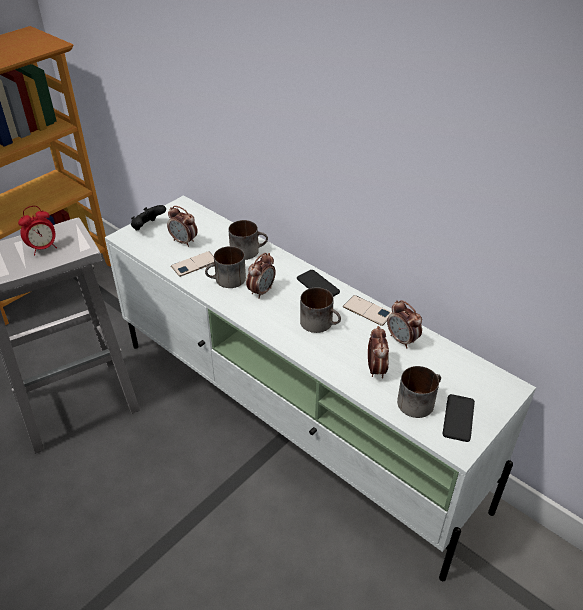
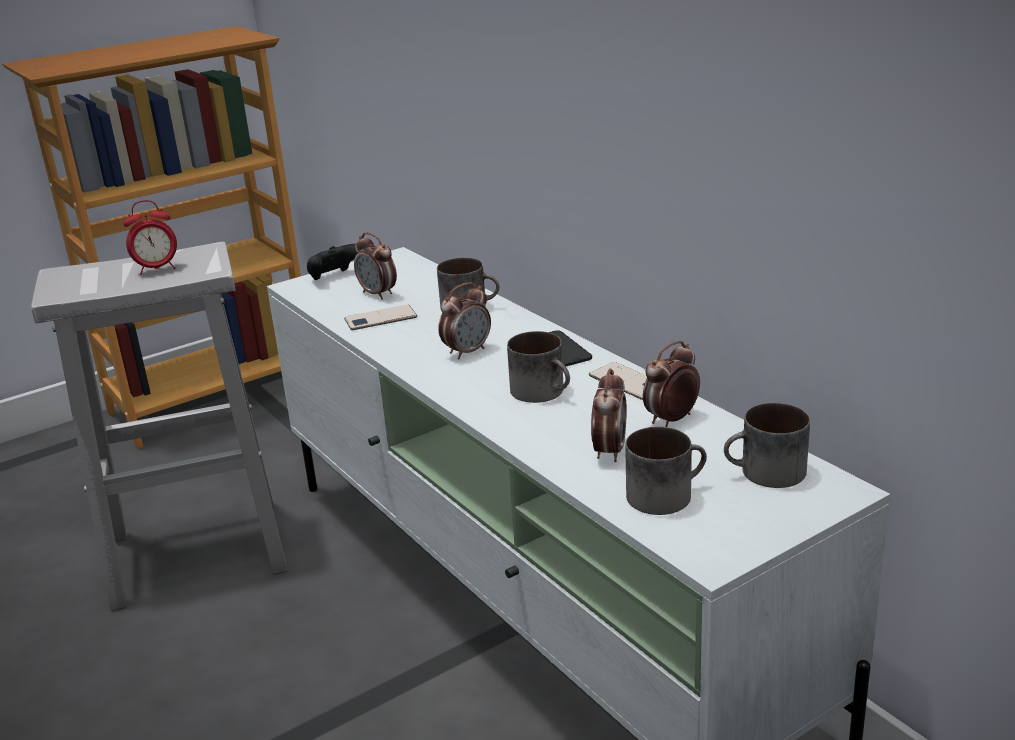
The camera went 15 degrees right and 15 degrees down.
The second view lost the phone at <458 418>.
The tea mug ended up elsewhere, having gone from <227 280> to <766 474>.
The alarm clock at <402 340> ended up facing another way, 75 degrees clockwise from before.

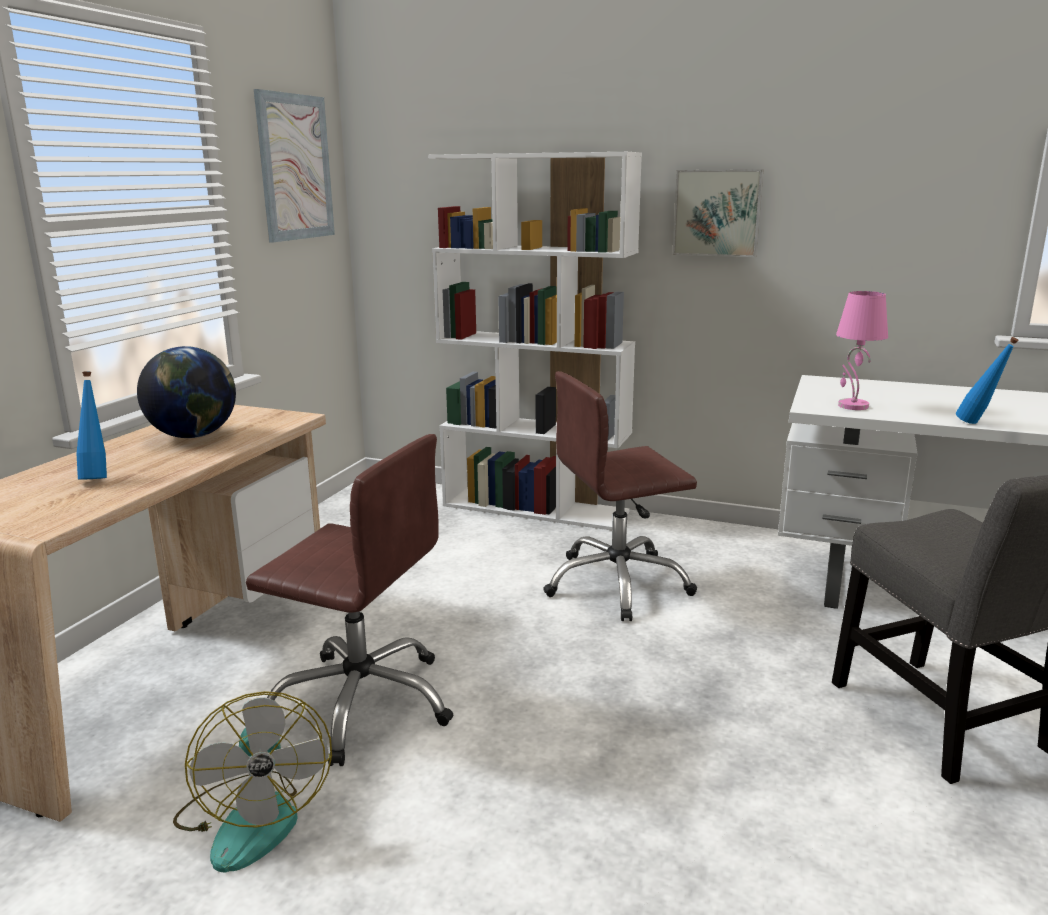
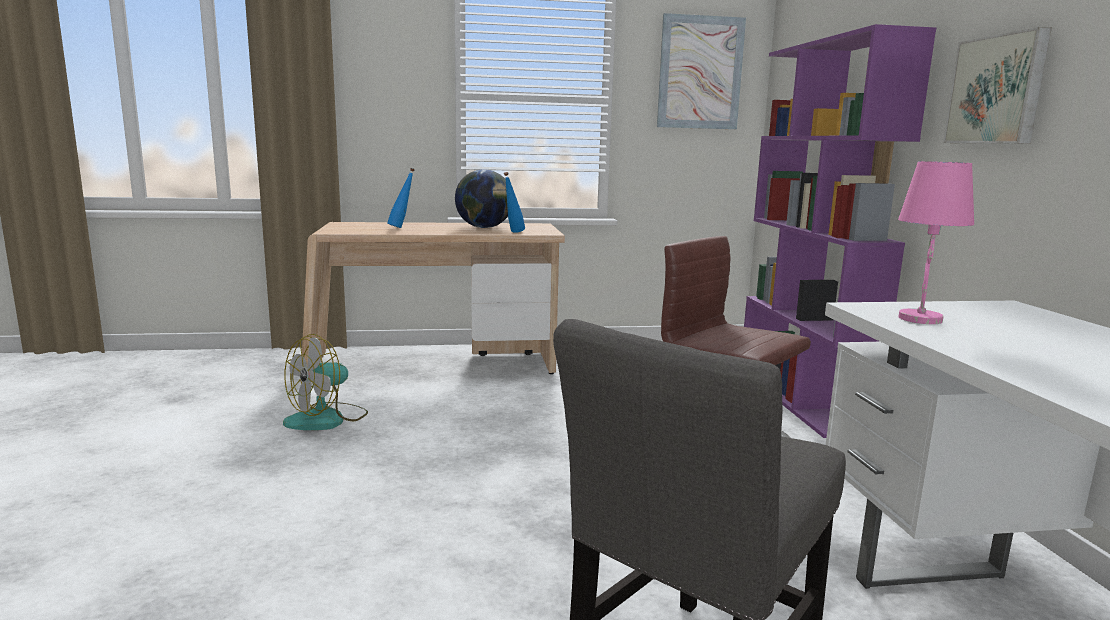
The camera went 60 degrees right and 5 degrees down.
The second view lost the desk chair in brown at <362 702>.
The drink bottle in blue ended up elsewhere, having gone from <978 424> to <513 232>.
What was the bookcase in whitish at <536 508> turned into the bookcase in purple at <801 399>.

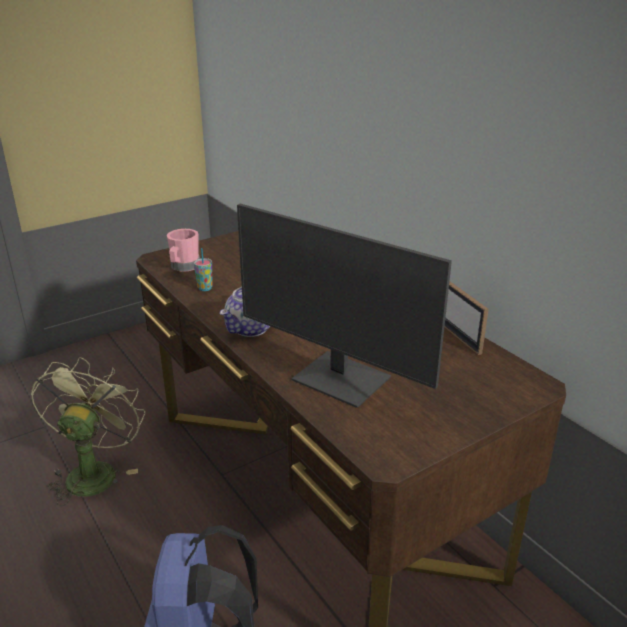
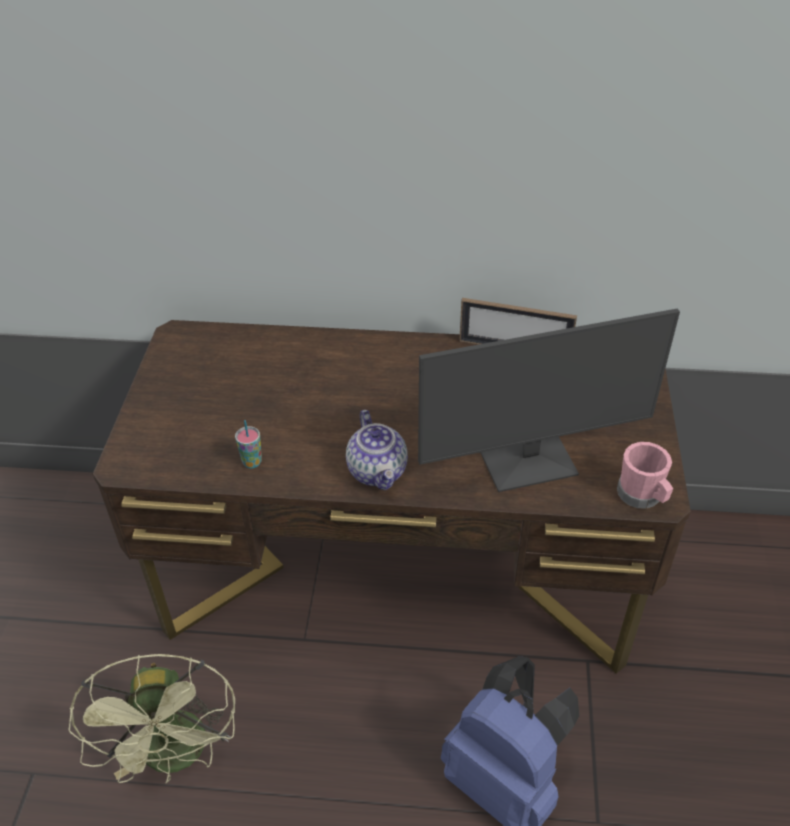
The camera went 50 degrees left and 15 degrees up.
The tea mug in pink ended up elsewhere, having gone from <183 267> to <642 496>.
The fan in green-coloured at <94 471> ended up facing another way, 150 degrees counterclockwise from before.

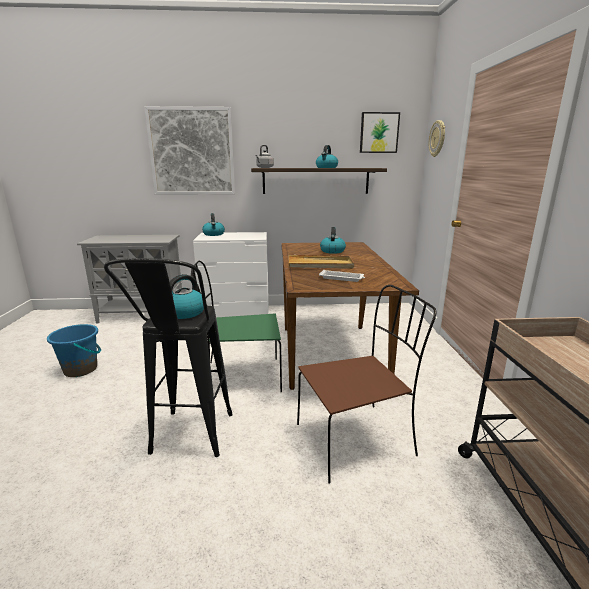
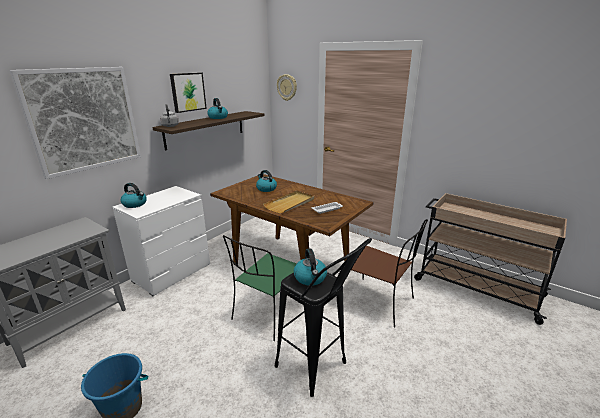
The camera went 50 degrees left and 5 degrees up.
The wall art ended up elsewhere, having gone from <379 133> to <187 92>.
The upright chair in brown at <356 439> ended up facing another way, 105 degrees clockwise from before.

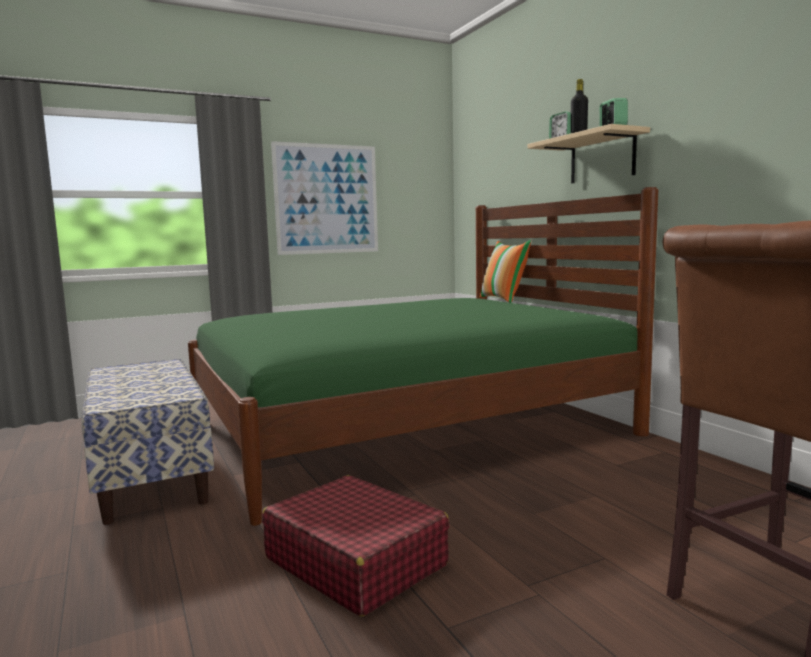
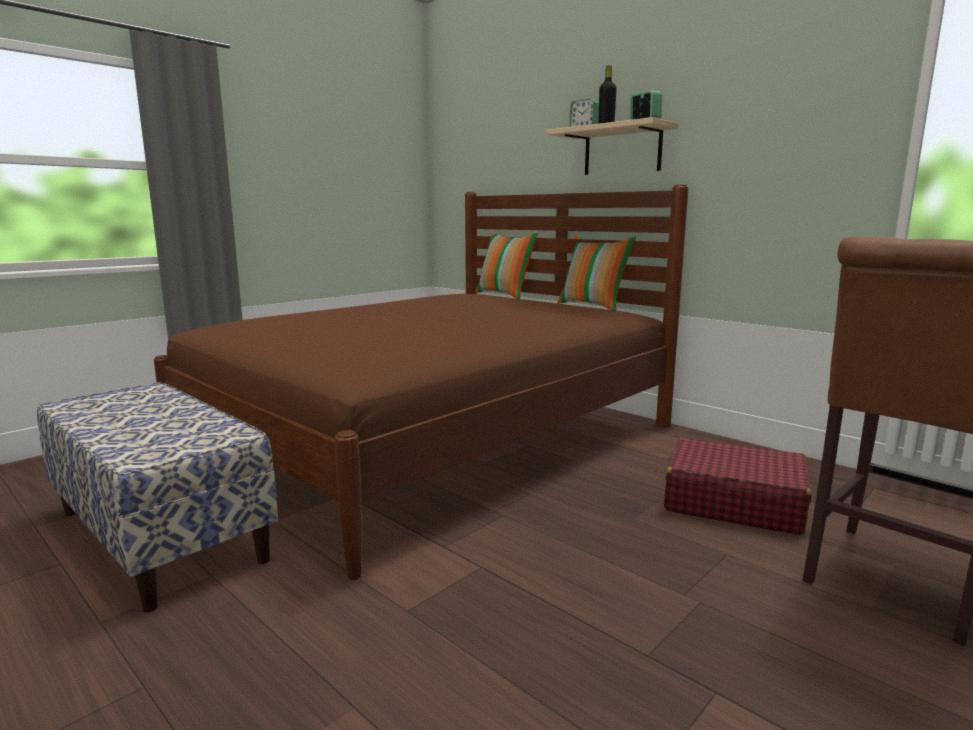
The camera went 20 degrees left and 5 degrees up.
The second view lost the wall art at <327 199>.
The second view gained the throw pillow at <593 306>.
The travel case in reddish ended up elsewhere, having gone from <355 561> to <733 502>.
What was the bed in green-coloured at <406 427> turned into the bed in brown at <435 440>.

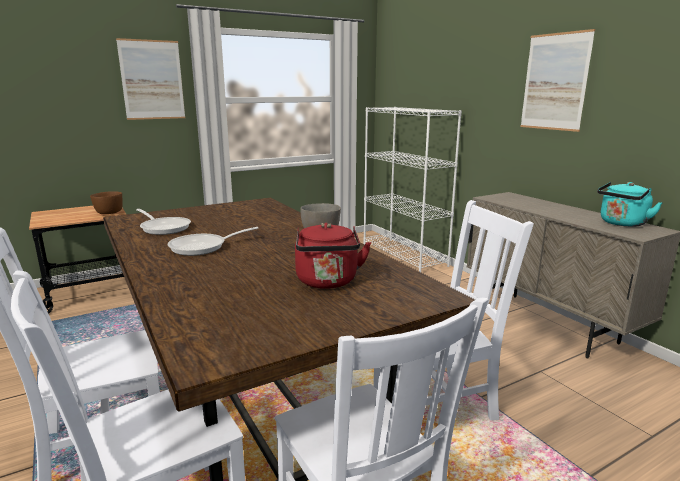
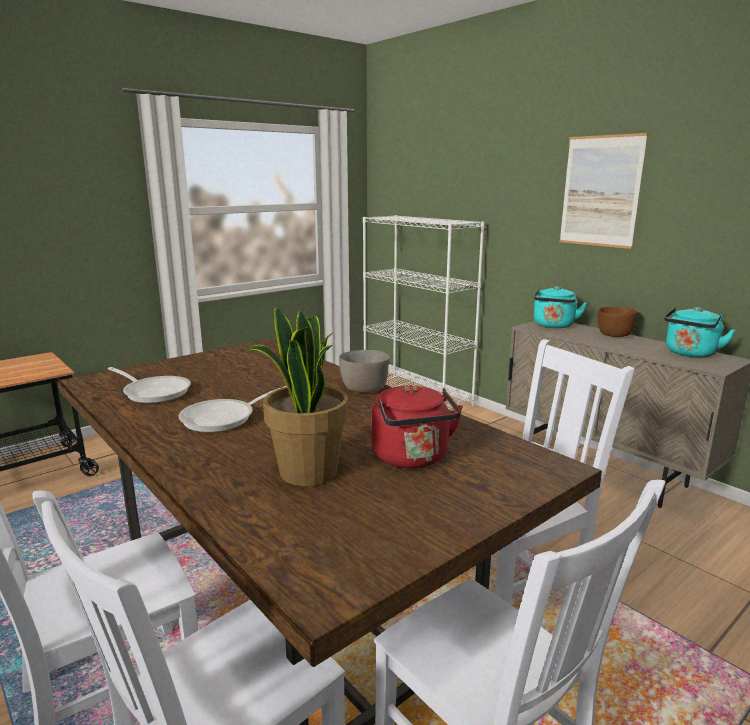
The camera went 10 degrees left and 0 degrees up.
The second view lost the wall art at <152 80>.
The second view gained the houseplant at <307 472>.
The second view gained the kettle in blue-green at <553 326>.
The serving bowl in brown ended up elsewhere, having gone from <108 213> to <614 335>.

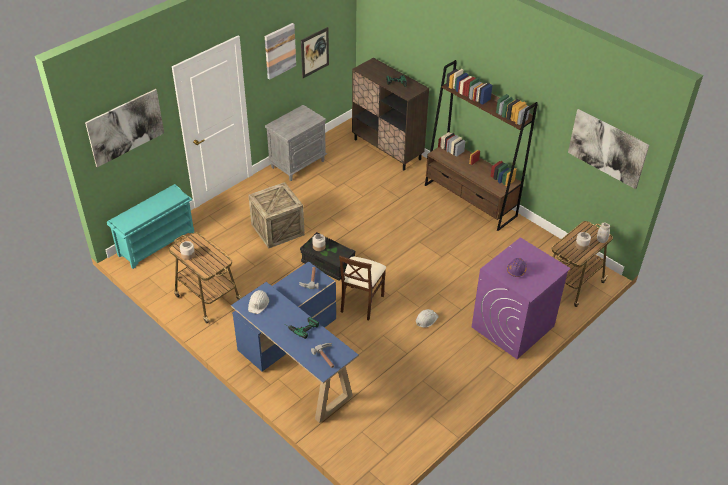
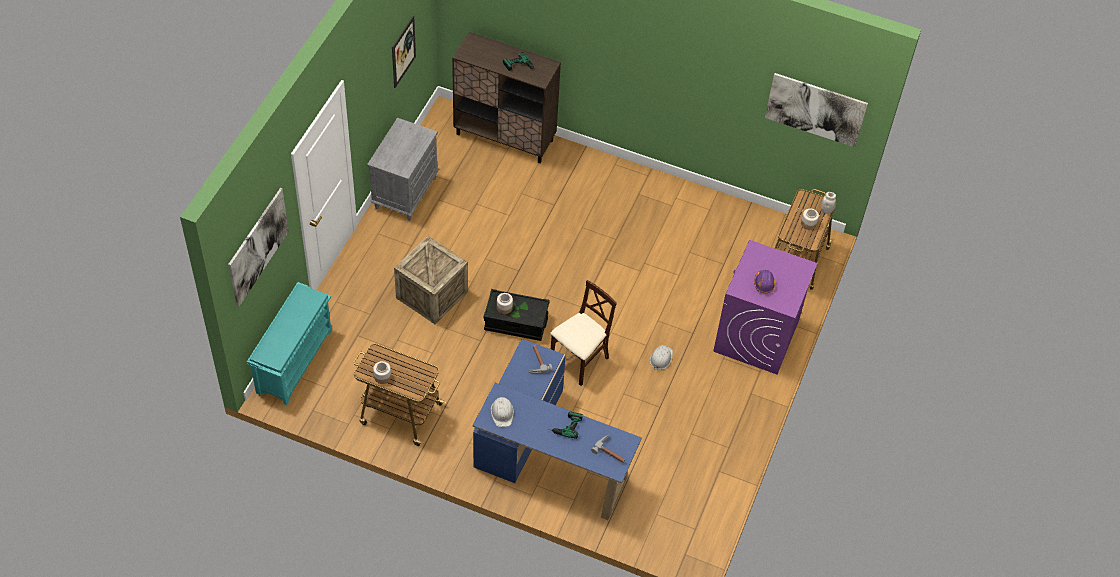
The camera went 25 degrees left and 10 degrees up.
The second view lost the wall art at <279 50>.
The second view lost the bookcase in brown at <470 200>.
The upright chair in beige at <361 302> ended up facing another way, 135 degrees counterclockwise from before.

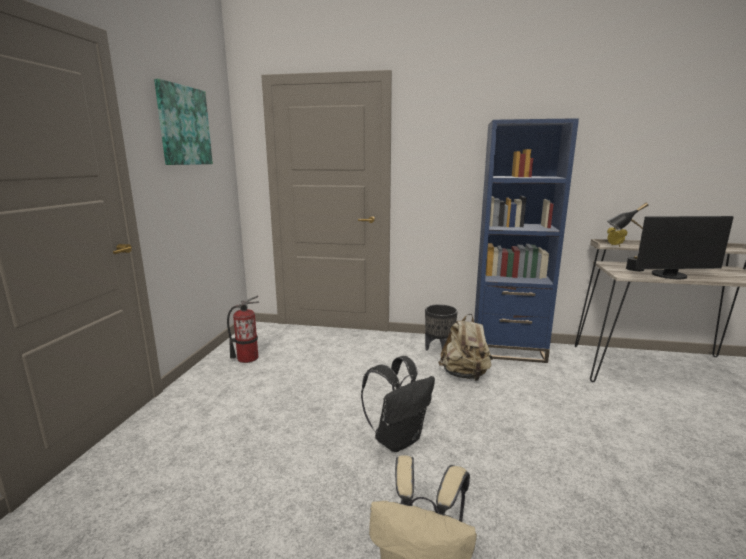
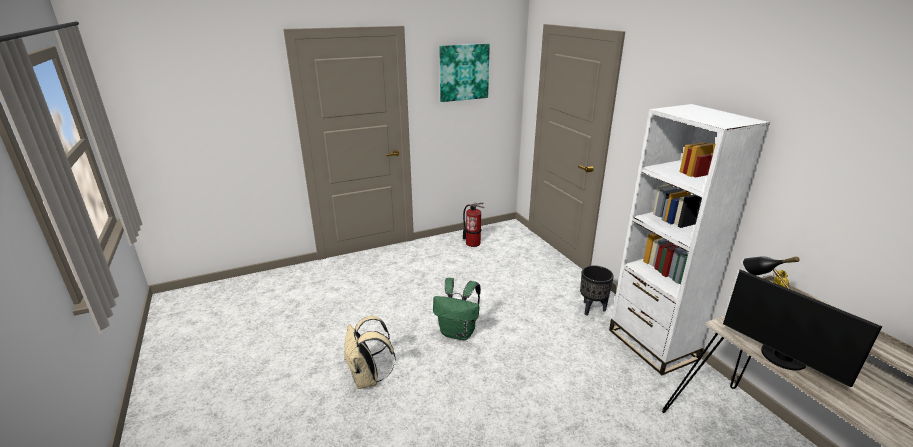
The camera went 55 degrees right and 10 degrees up.
The second view lost the backpack in beige at <465 375>.
What was the backpack in black-coloured at <398 439> turned into the backpack in green-coloured at <458 332>.
What was the bookcase in blue at <508 349> turned into the bookcase in whitish at <652 344>.

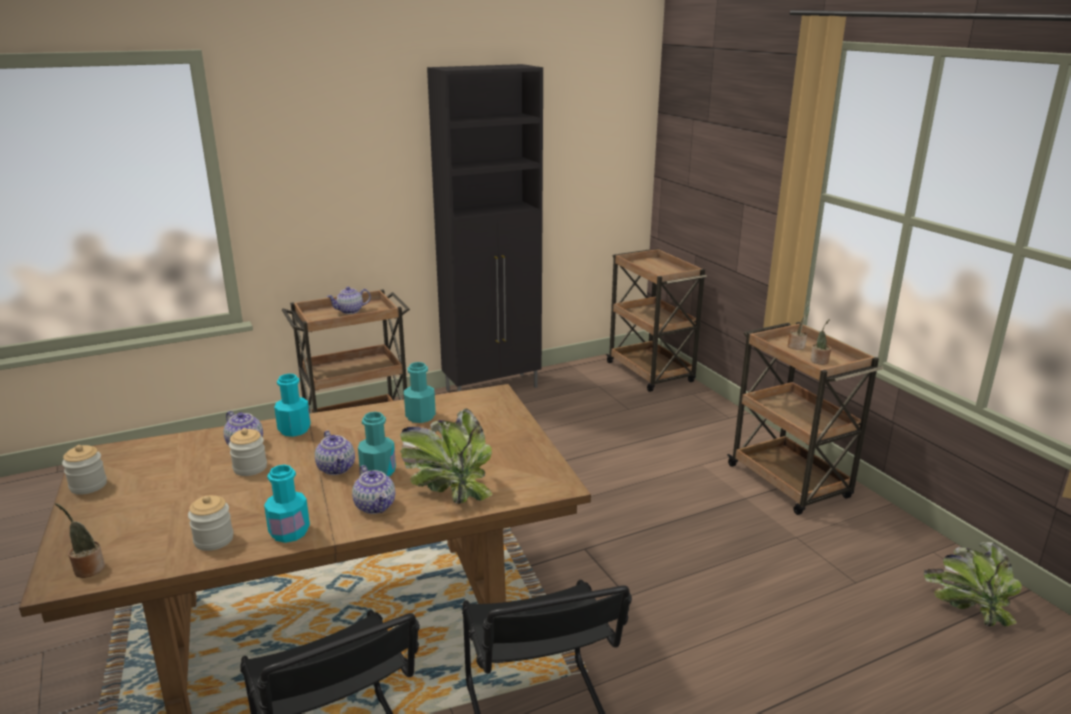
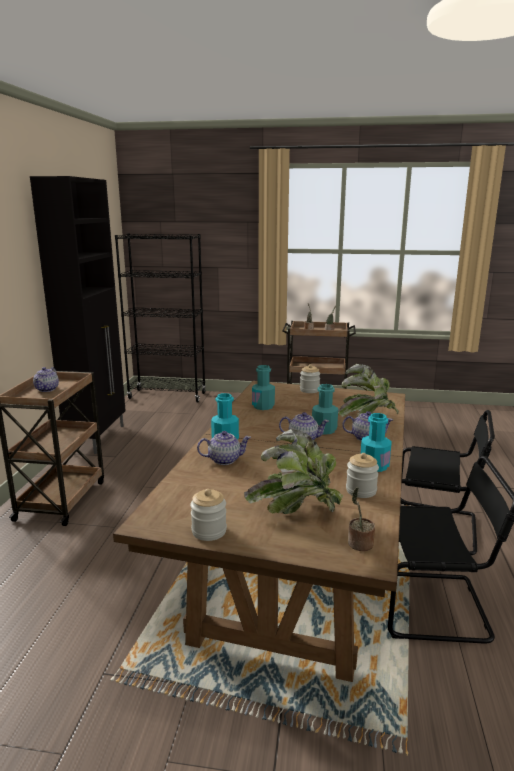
The camera went 55 degrees left and 5 degrees down.
The jar ended up elsewhere, having gone from <250 468> to <309 390>.
The houseplant ended up elsewhere, having gone from <967 608> to <296 508>.
Where the trolley in brown stood at <651 373>, the bookcase in black-coloured came to stand at <167 396>.

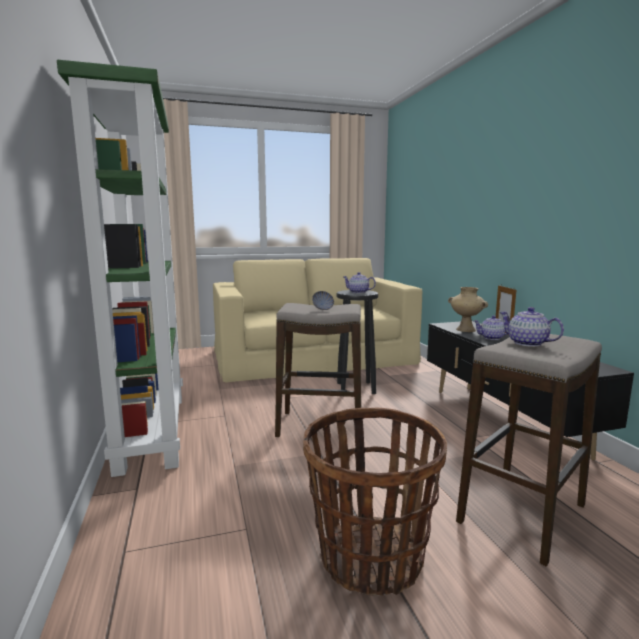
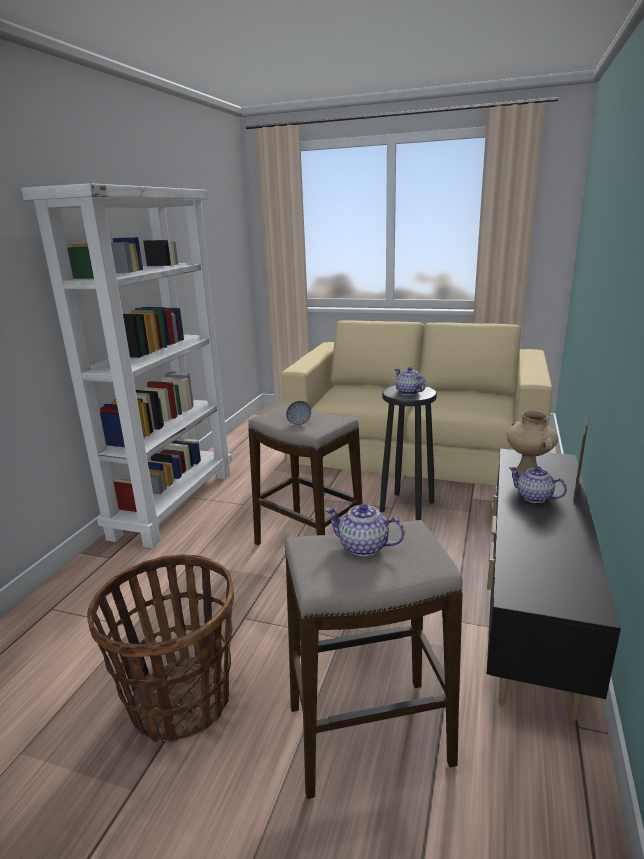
The camera went 35 degrees right and 10 degrees up.
What was the bookcase in green-coloured at <151 430> turned into the bookcase in whitish at <174 503>.
The tea pot at <527 343> ended up facing another way, 60 degrees counterclockwise from before.

